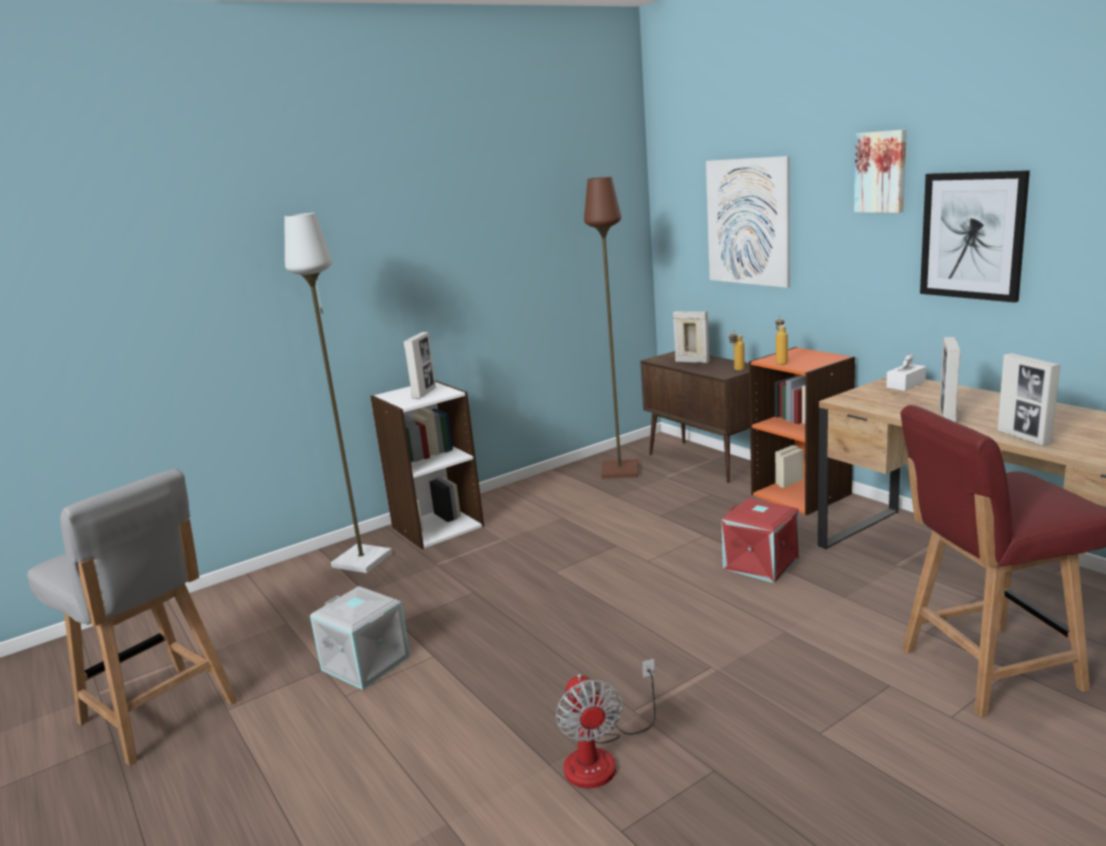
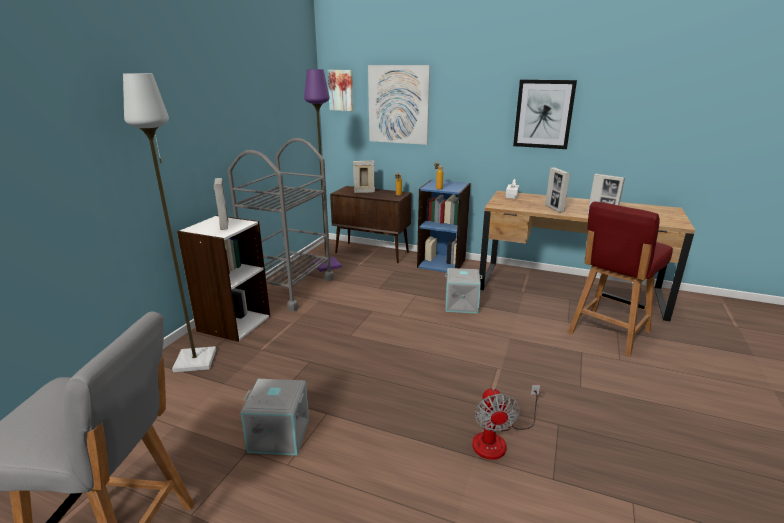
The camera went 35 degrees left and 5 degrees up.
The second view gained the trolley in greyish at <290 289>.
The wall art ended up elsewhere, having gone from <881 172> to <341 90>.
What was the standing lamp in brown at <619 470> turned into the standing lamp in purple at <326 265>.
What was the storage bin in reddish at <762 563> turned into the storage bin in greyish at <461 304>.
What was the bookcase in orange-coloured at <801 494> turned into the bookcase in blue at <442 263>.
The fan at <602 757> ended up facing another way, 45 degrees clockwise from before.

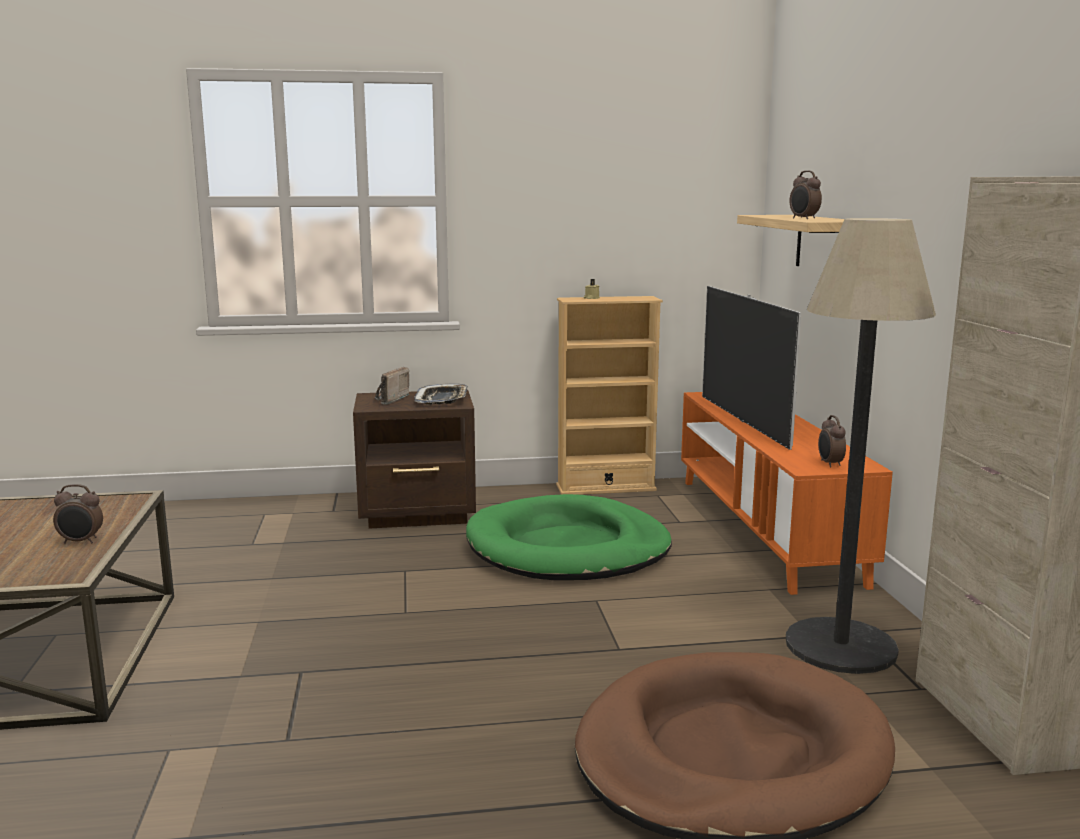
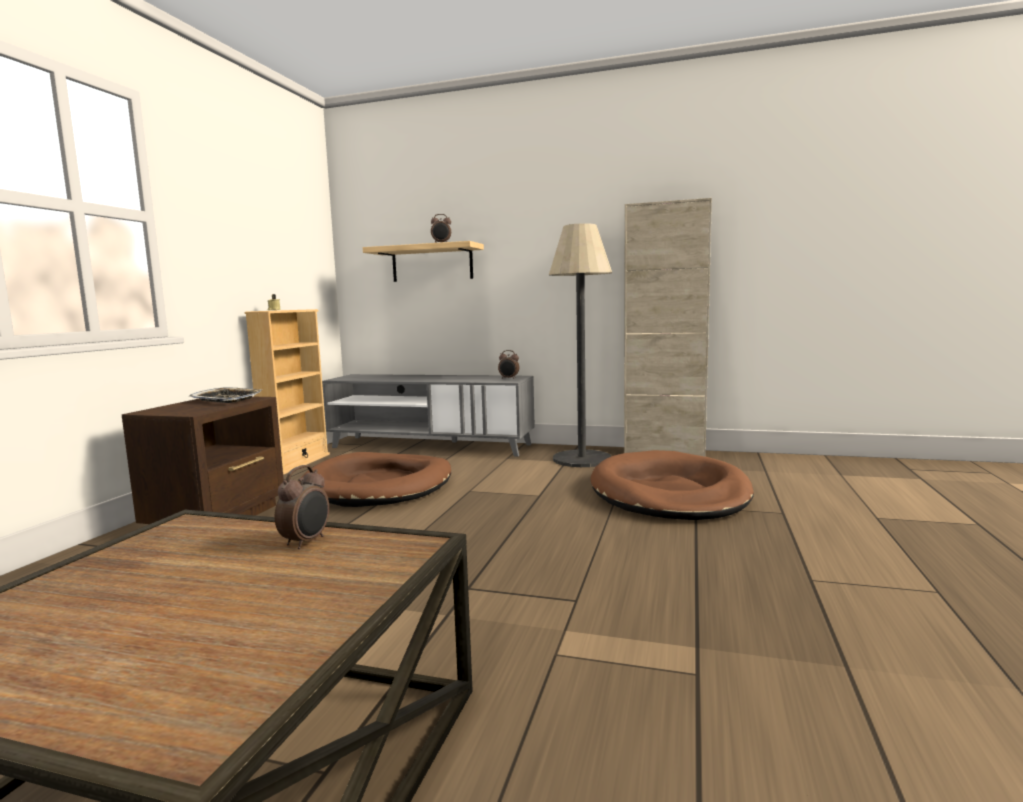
The camera went 65 degrees left and 5 degrees down.
The second view lost the radio set at <388 399>.
The second view lost the TV set at <743 421>.
What was the dog cushion in green-coloured at <568 548> turned into the dog cushion in brown at <379 486>.
What was the tv stand in orange-coloured at <765 528> turned into the tv stand in greyish at <430 446>.

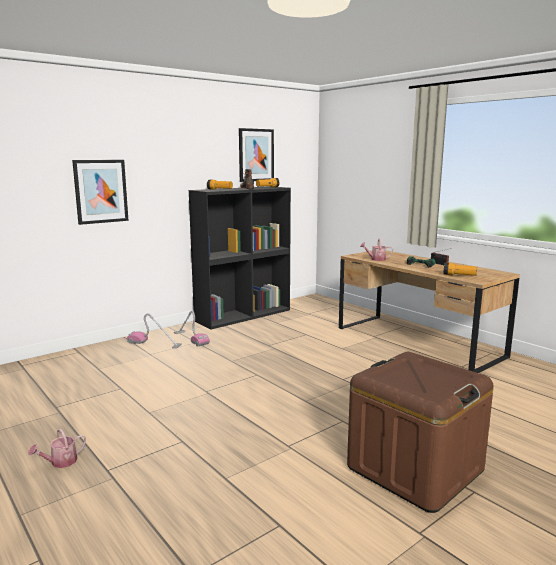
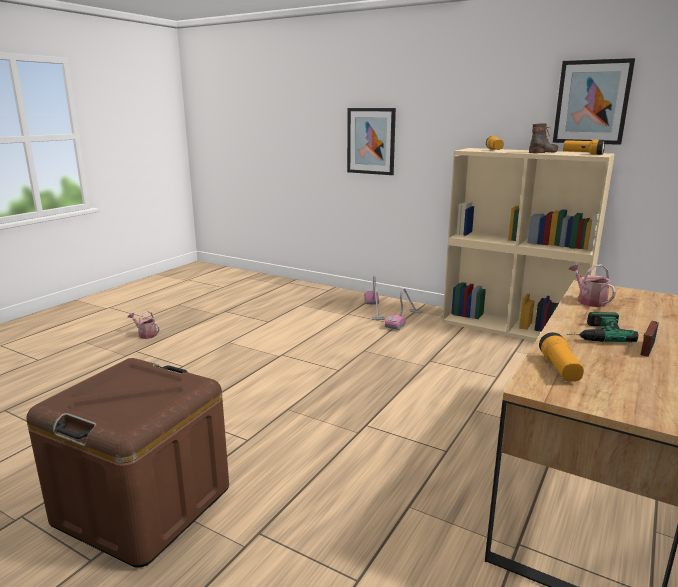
The camera went 70 degrees right and 5 degrees up.
What was the bookcase in black-coloured at <243 315> turned into the bookcase in beige at <513 328>.

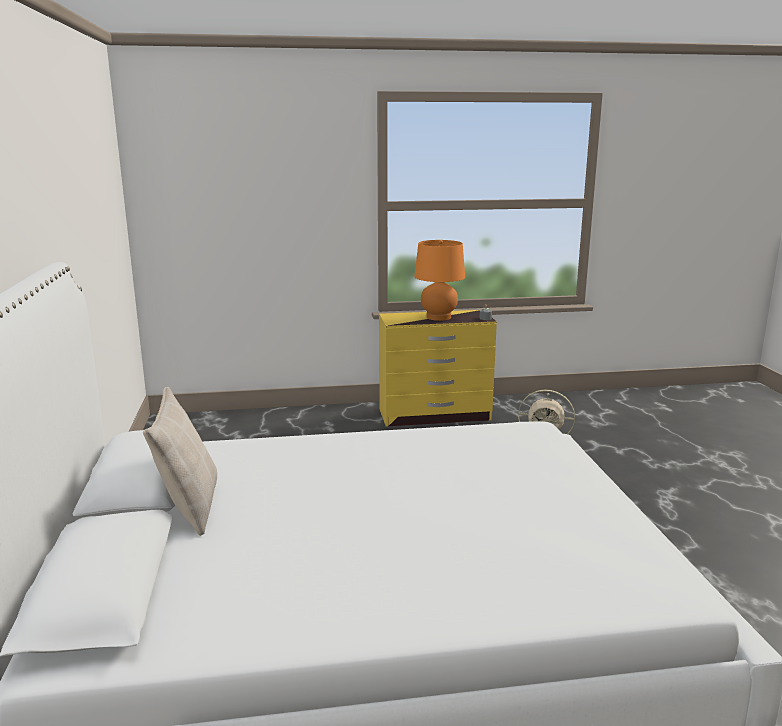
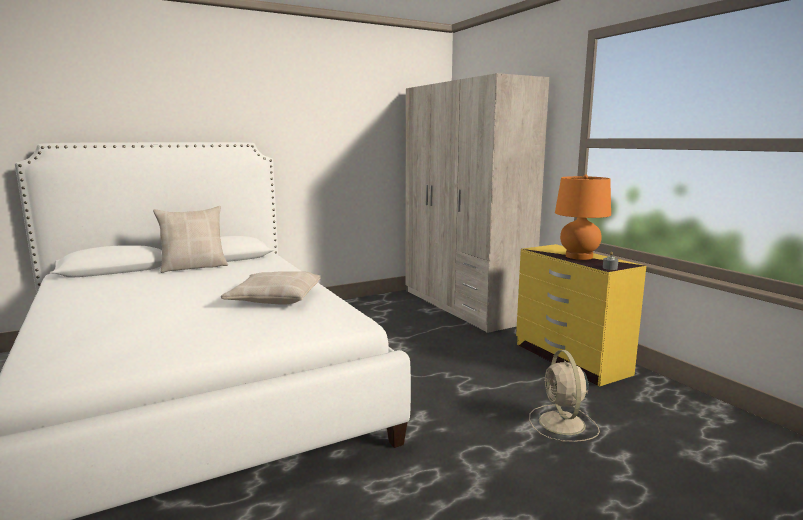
The camera went 70 degrees right and 5 degrees down.
The second view gained the throw pillow in beige at <274 298>.
The second view gained the armoire in beige at <463 305>.

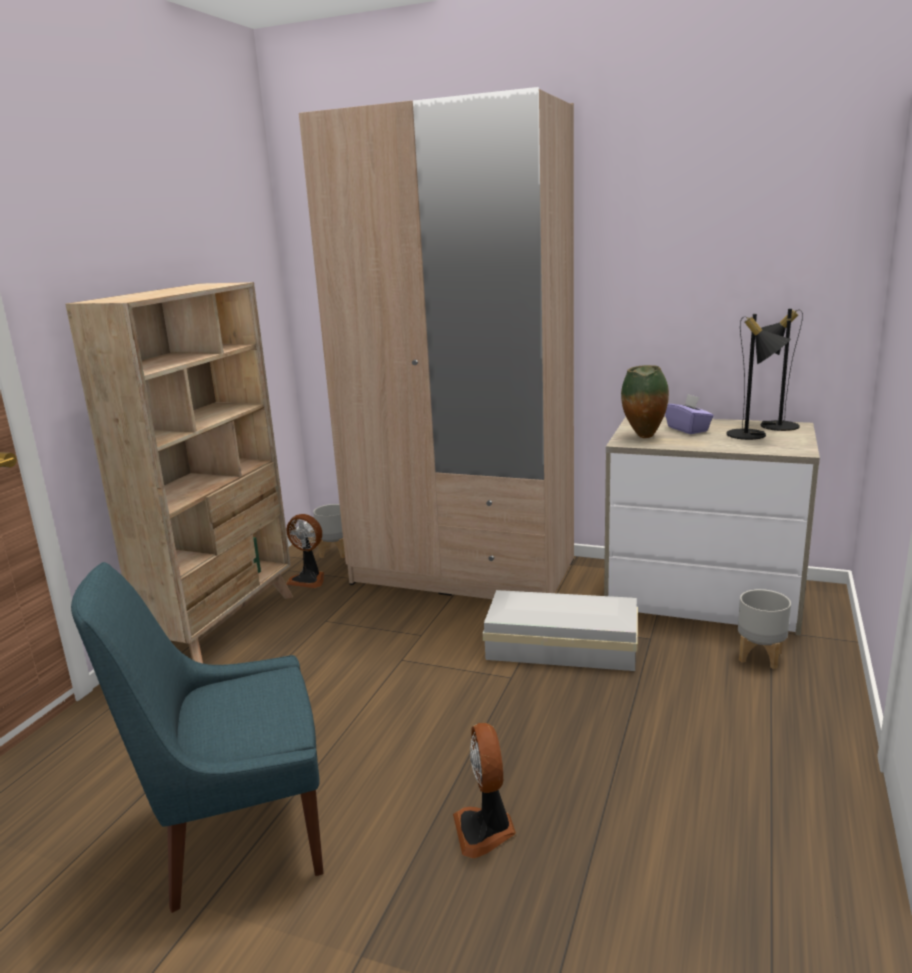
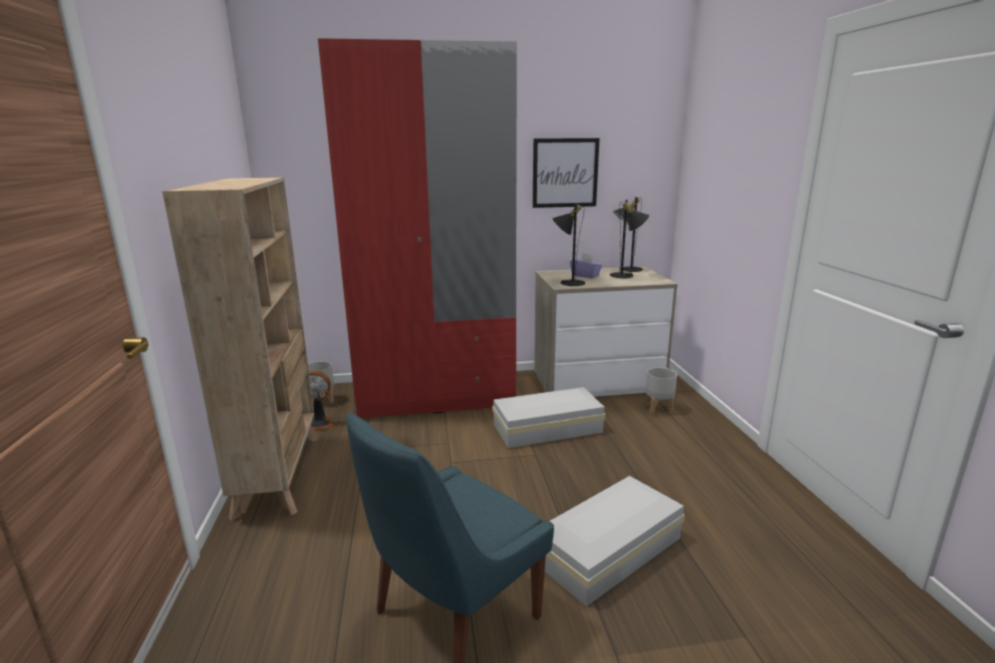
The camera went 30 degrees left and 0 degrees up.
The second view gained the wall art at <565 173>.
Where the fan stood at <485 830>, the storage bin in whitish came to stand at <612 550>.
Where the vase stood at <644 437>, the lamp for a table in black-coloured came to stand at <568 282>.
What was the armoire in beige at <463 572> turned into the armoire in reddish at <436 395>.

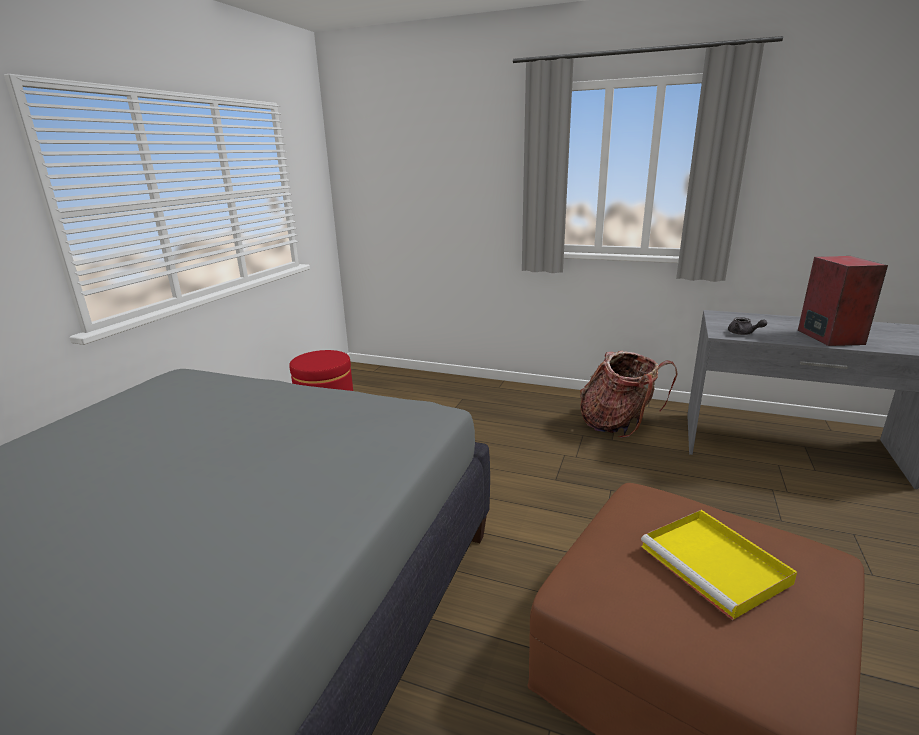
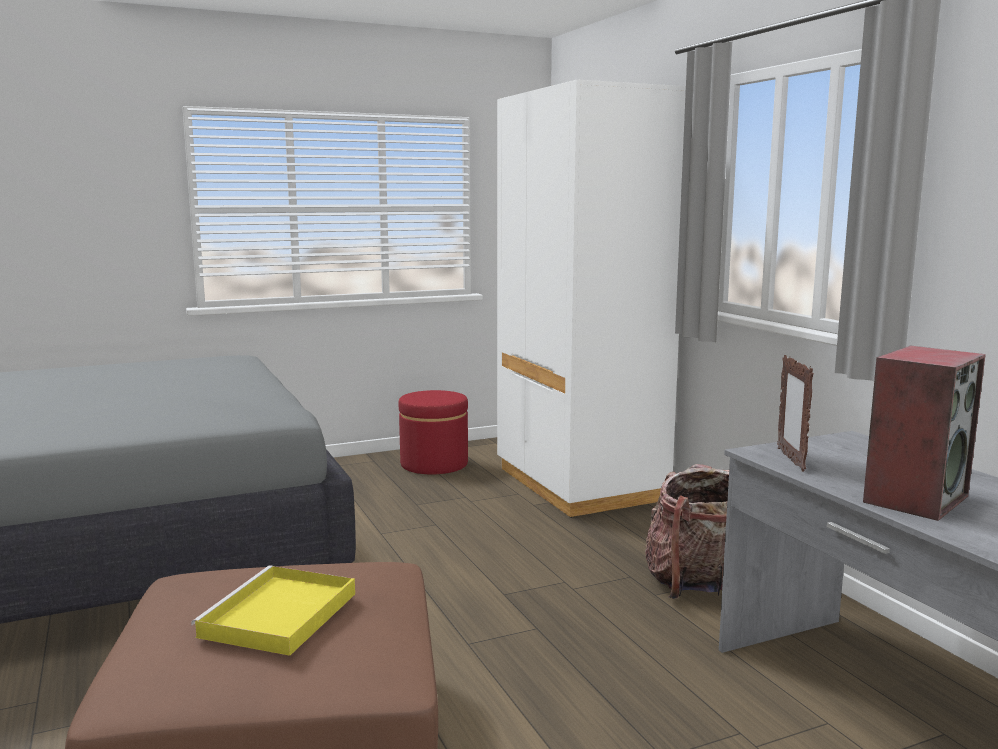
The camera went 45 degrees right and 10 degrees down.
The second view gained the armoire in whitish at <579 484>.
Where the tea pot in greyish stood at <743 333>, the picture frame came to stand at <790 459>.

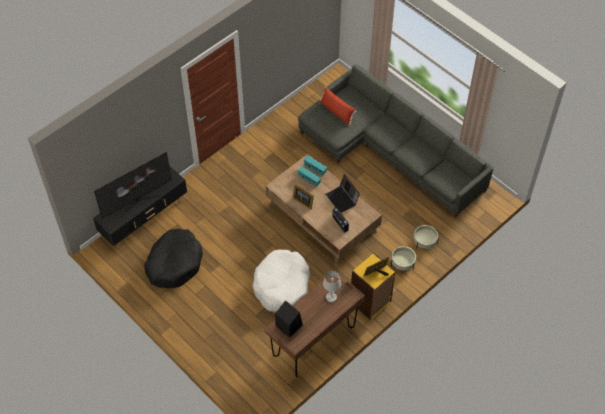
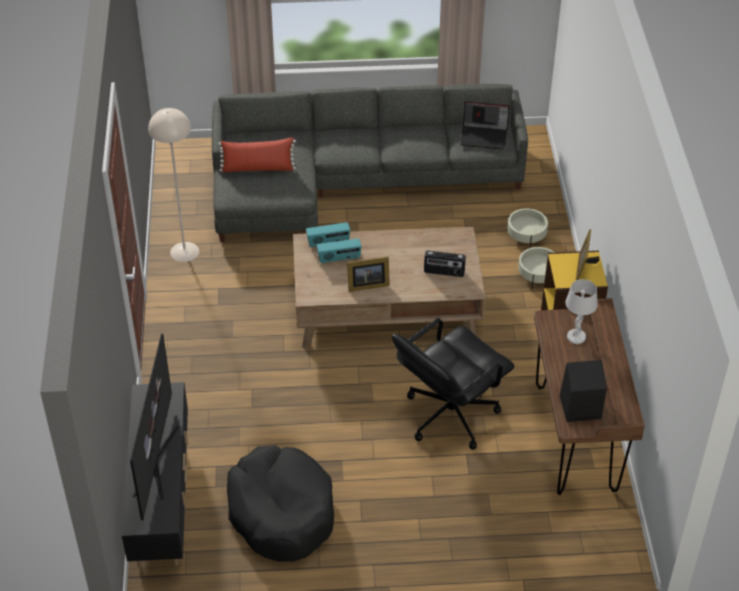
The camera went 50 degrees left and 10 degrees down.
The second view gained the standing lamp in beige at <184 251>.
The laptop ended up elsewhere, having gone from <342 199> to <484 136>.
Where the dog cushion in whitish stood at <281 285>, the desk chair in black-coloured came to stand at <449 415>.

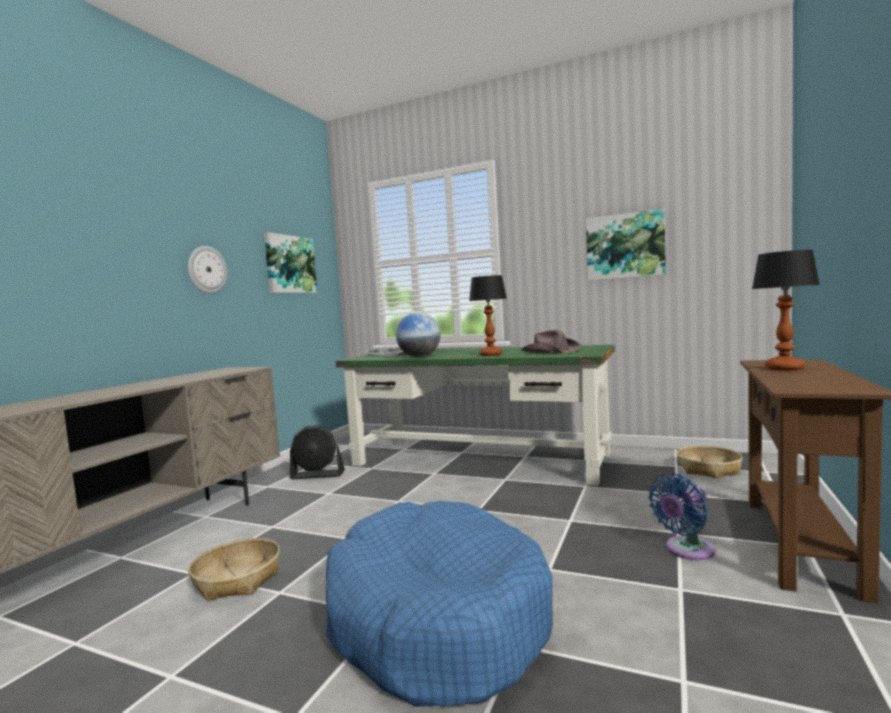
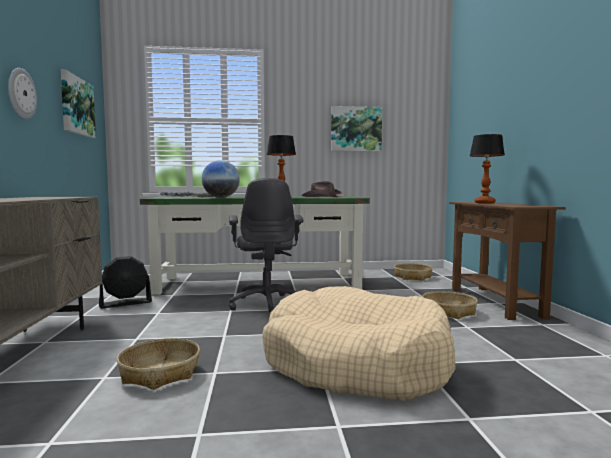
The camera went 30 degrees left and 0 degrees up.
The second view gained the desk chair in greyish at <267 304>.
Where the fan in blue stood at <686 550>, the household basket came to stand at <449 311>.
What was the dog cushion in blue at <435 618> turned into the dog cushion in beige at <355 363>.

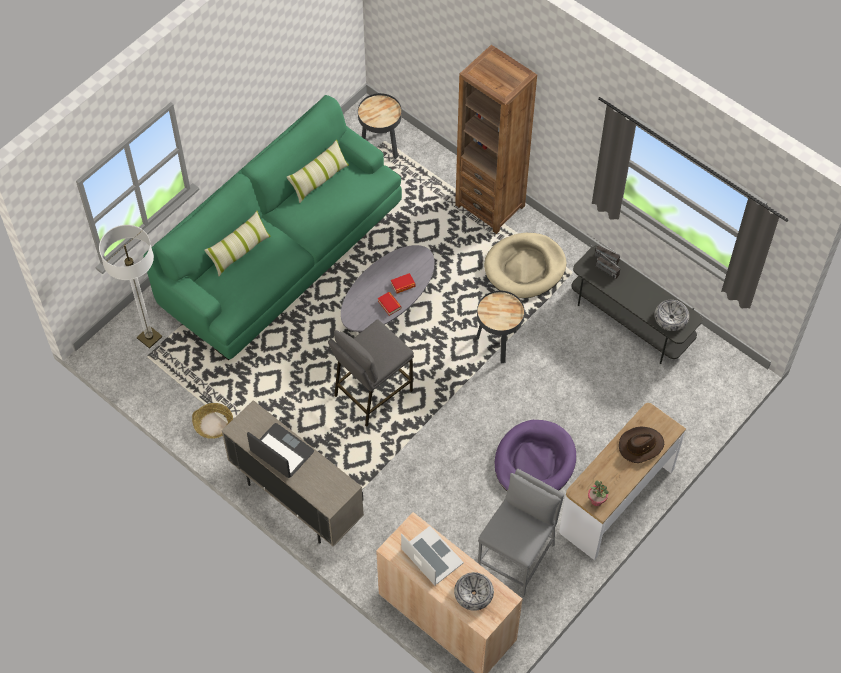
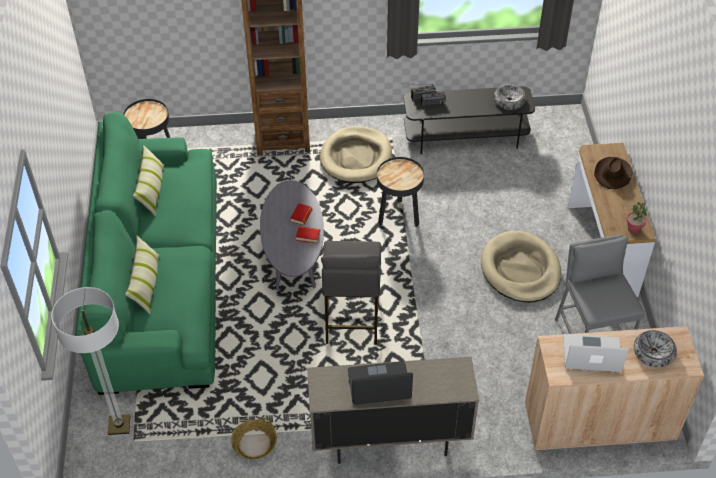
The camera went 45 degrees left and 10 degrees down.
What was the dog cushion in purple at <534 462> turned into the dog cushion in beige at <520 270>.

